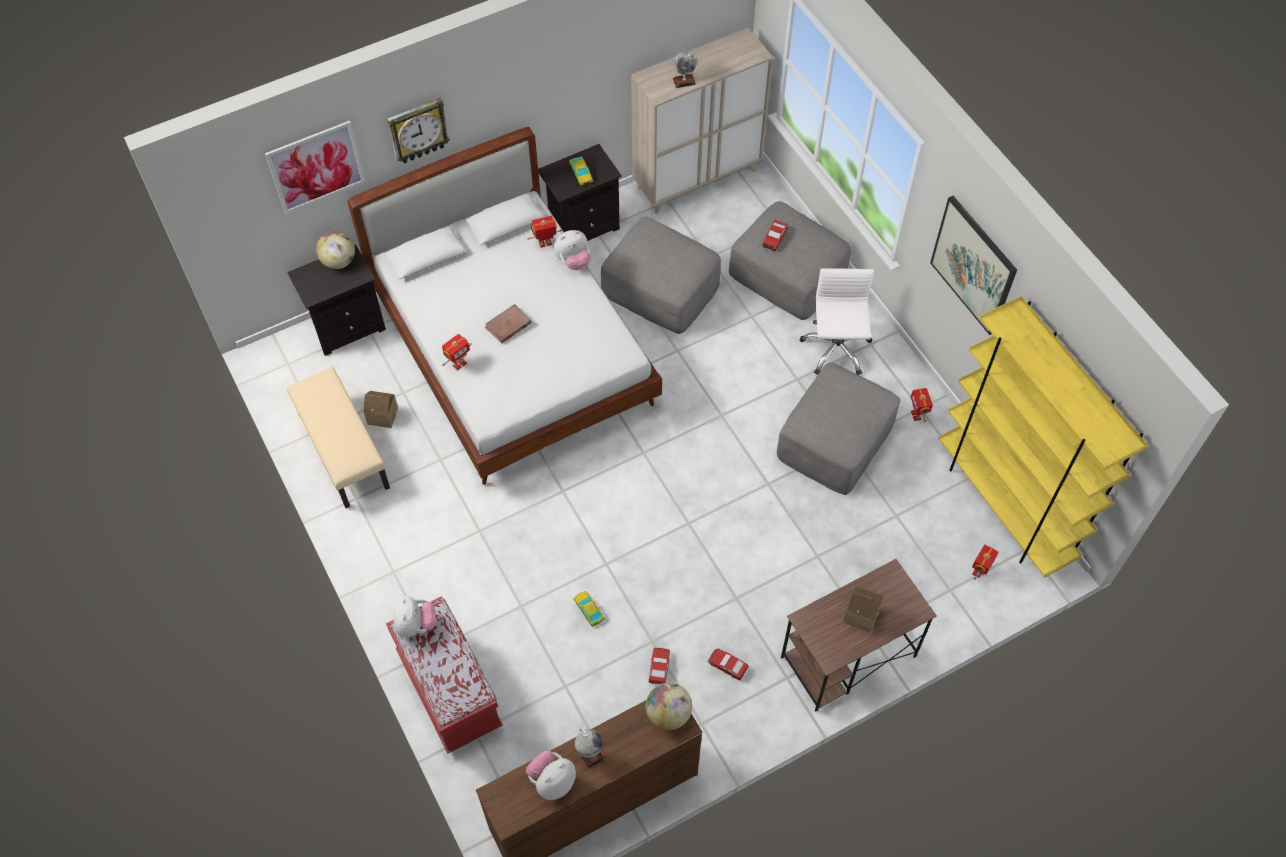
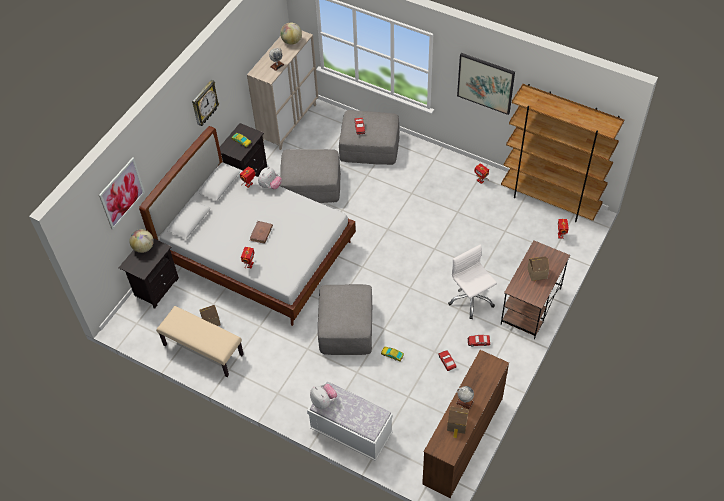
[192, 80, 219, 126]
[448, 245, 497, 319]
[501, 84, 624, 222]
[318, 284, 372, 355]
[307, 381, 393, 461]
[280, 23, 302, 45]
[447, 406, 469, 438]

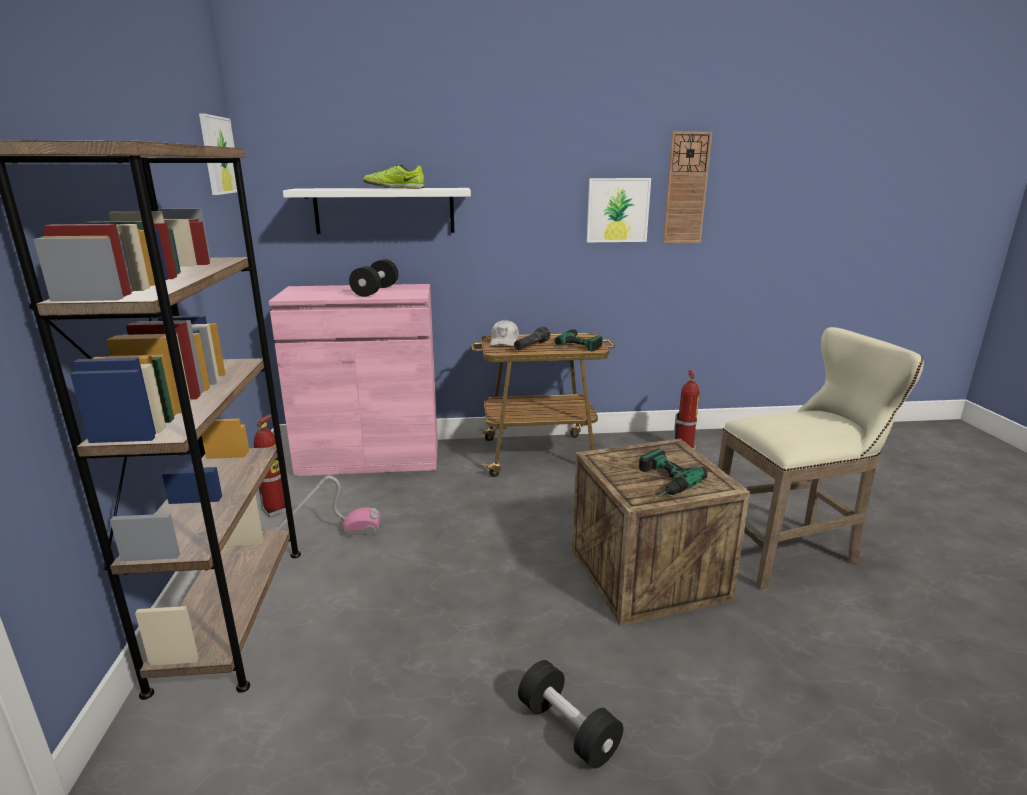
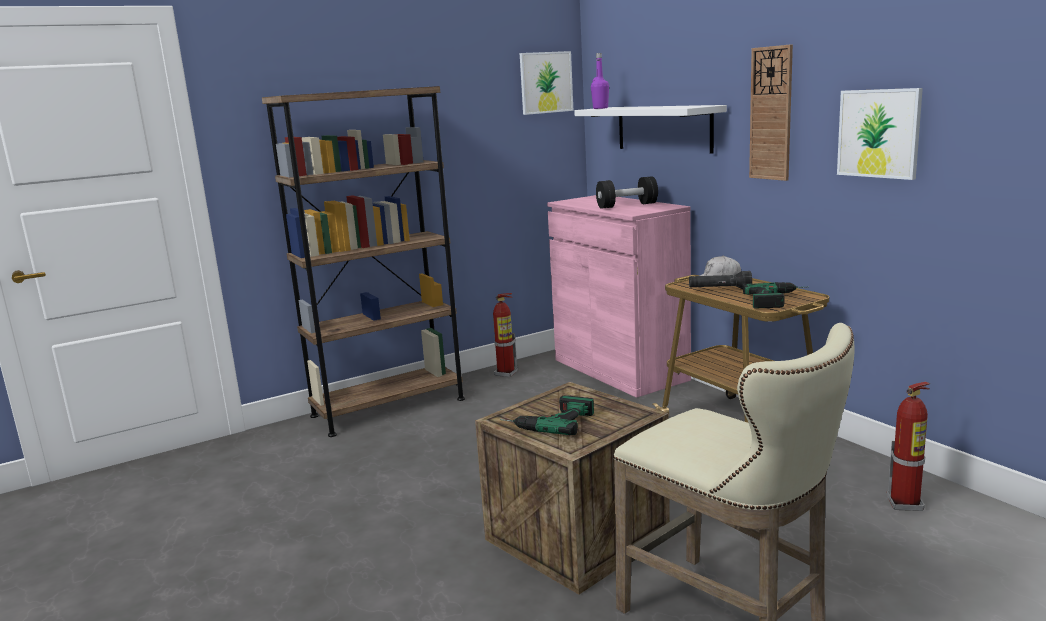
[749, 44, 793, 181]
[363, 164, 425, 189] (first image)
[271, 476, 381, 536] (first image)
[518, 660, 623, 769] (first image)
[591, 53, 609, 109]

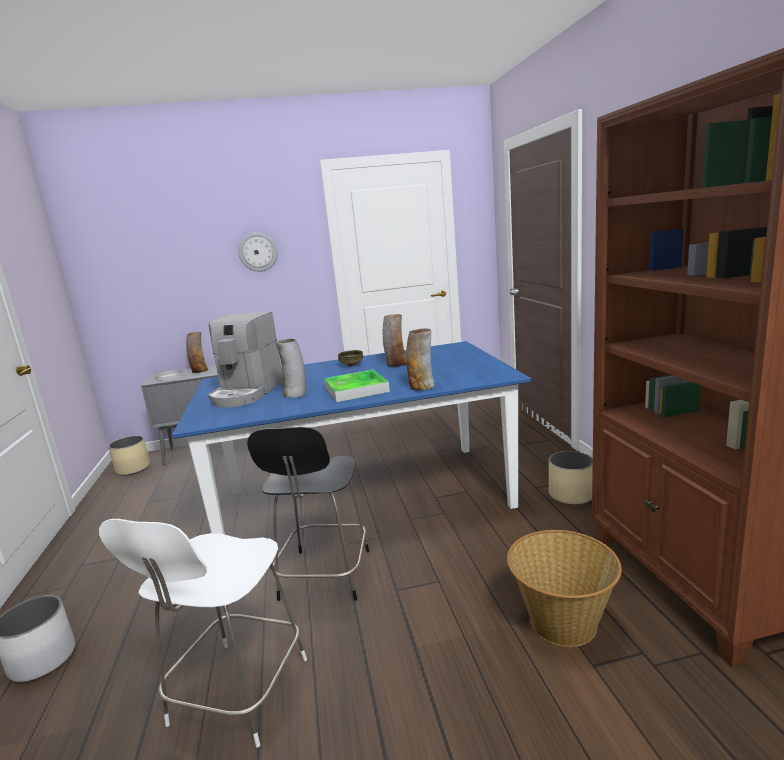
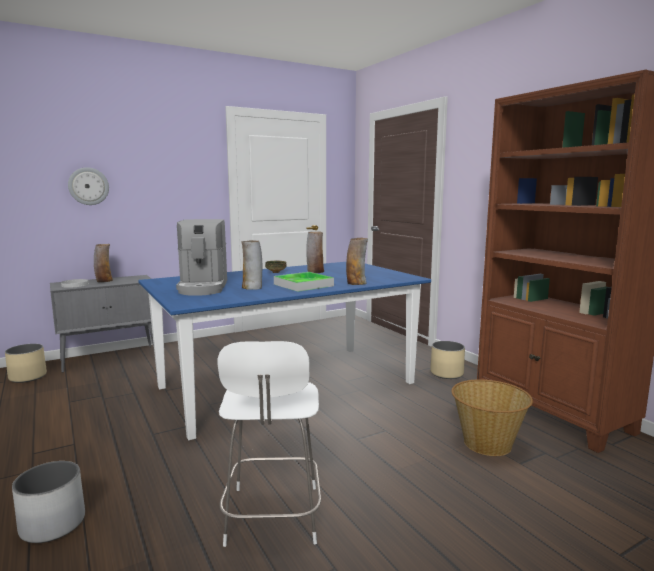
[68, 167, 109, 205]
[247, 427, 369, 601] (first image)

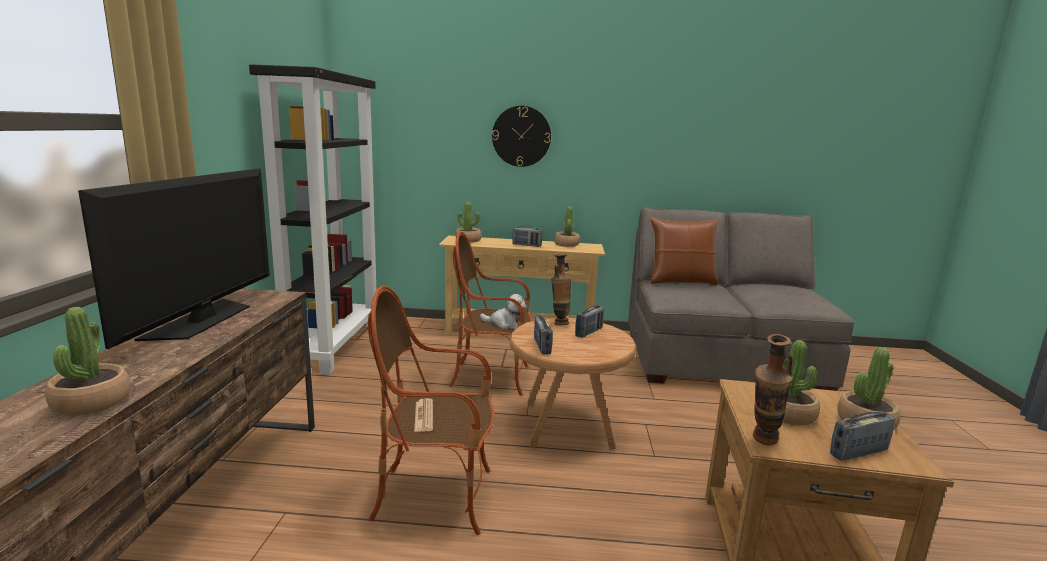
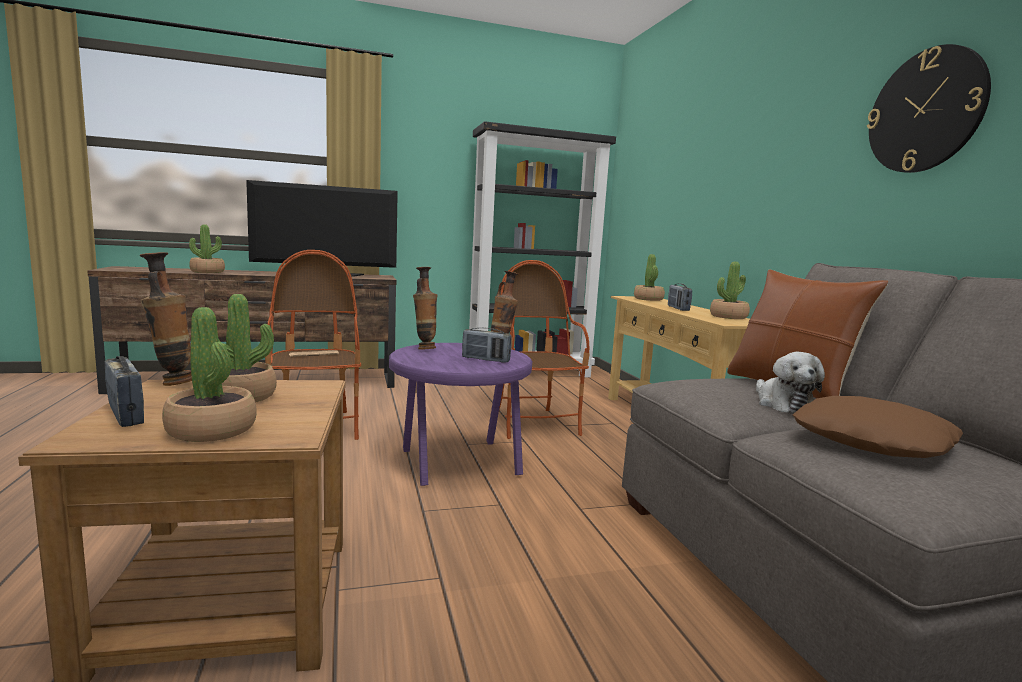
[867, 44, 991, 173]
[756, 352, 825, 414]
[413, 267, 437, 350]
[389, 343, 532, 486]
[793, 396, 963, 458]

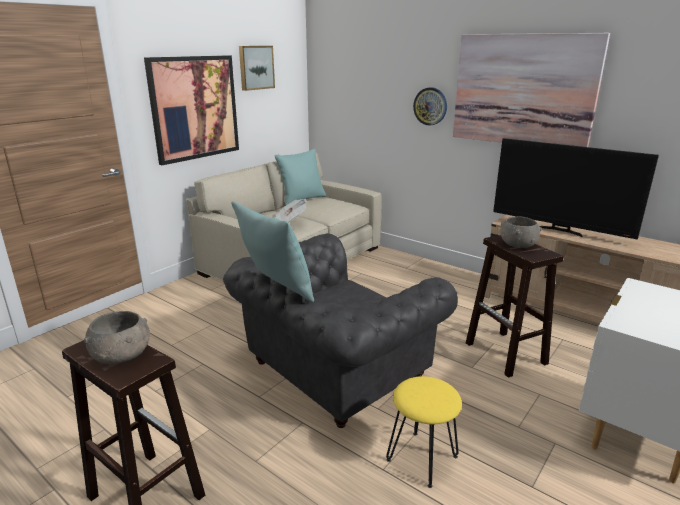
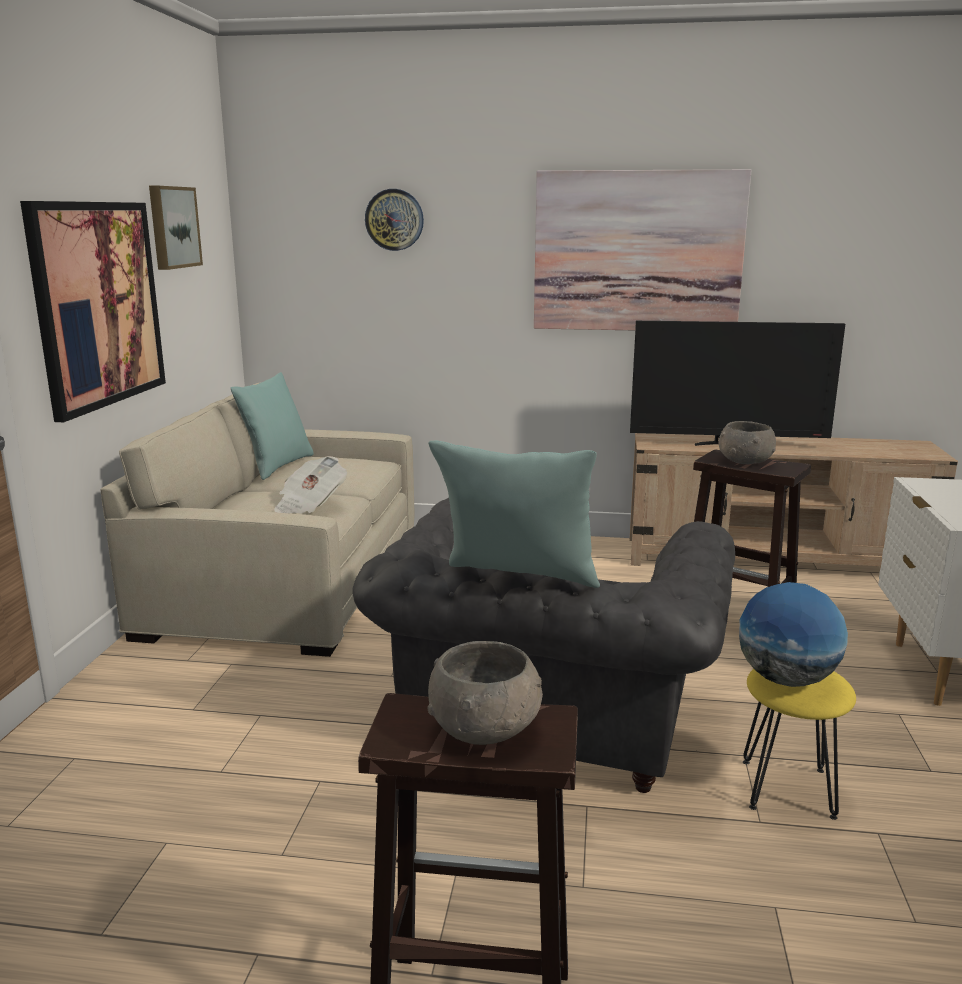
[365, 189, 424, 251]
[739, 582, 848, 687]

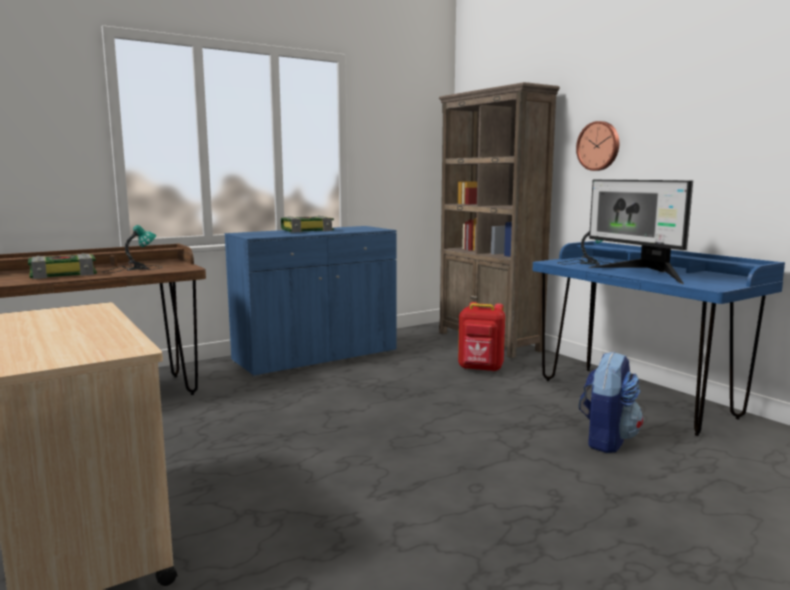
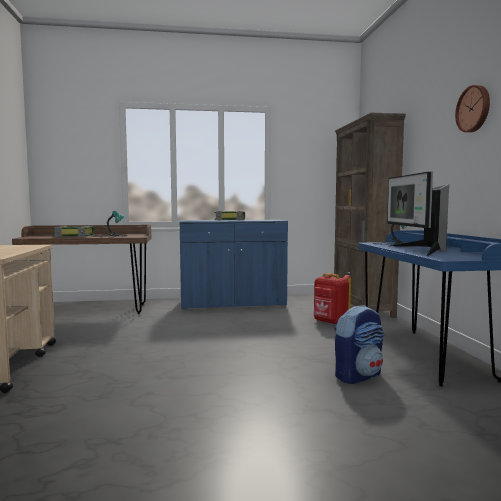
[455, 85, 490, 133]

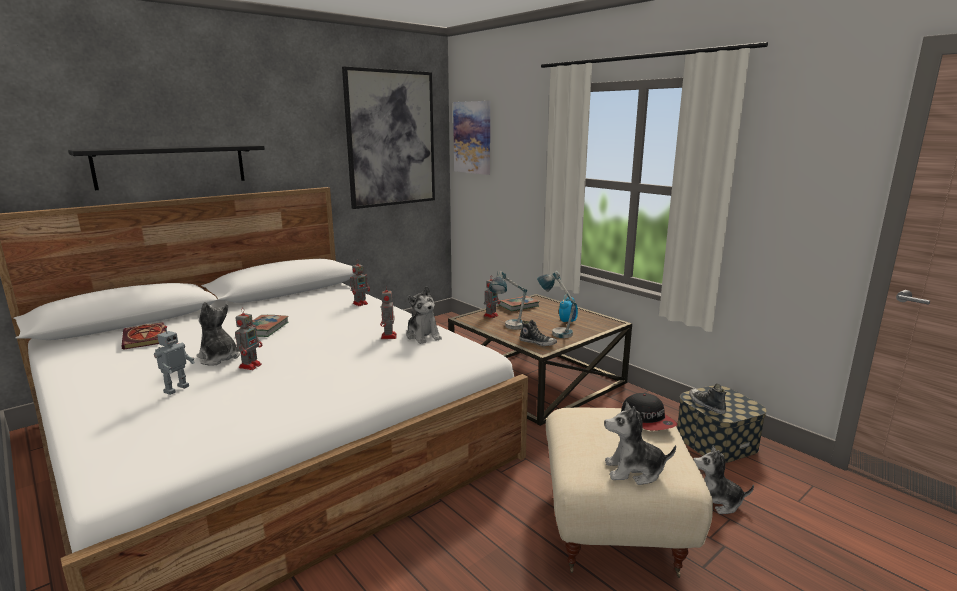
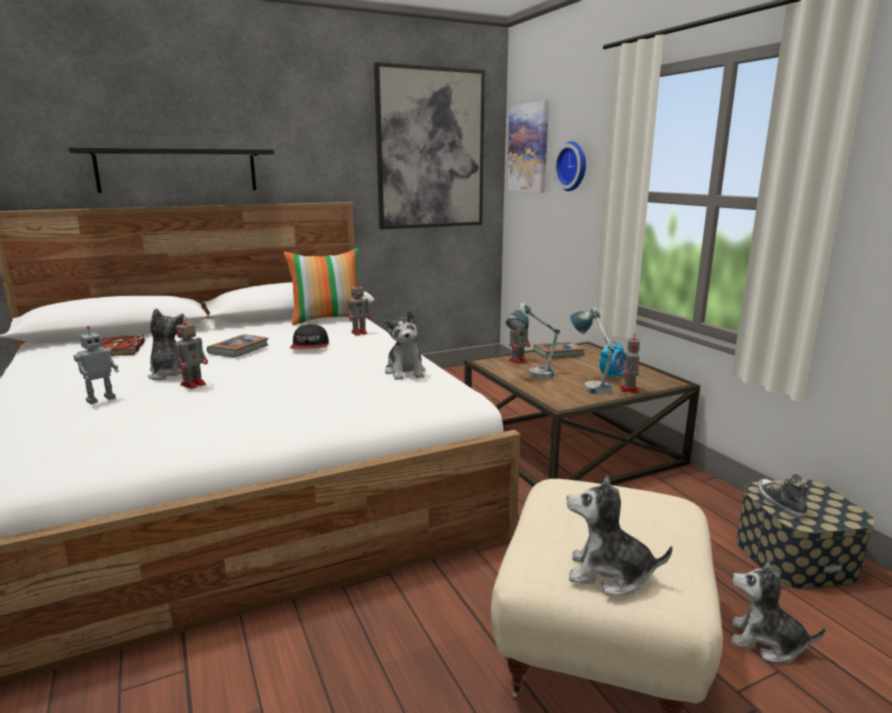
[620, 333, 640, 393]
[520, 320, 557, 347] (first image)
[290, 324, 329, 349]
[554, 141, 586, 191]
[284, 248, 366, 325]

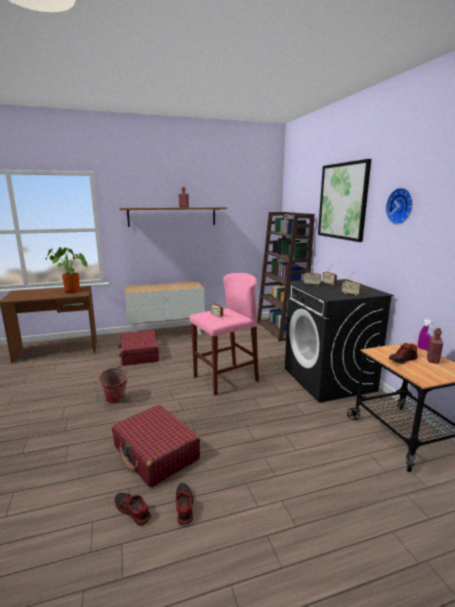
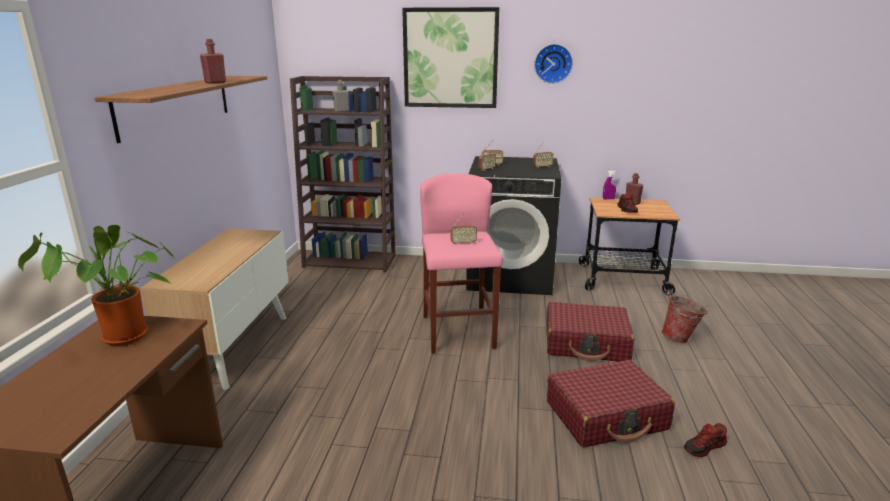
[547, 302, 635, 362]
[662, 295, 709, 343]
[176, 483, 193, 525] (first image)

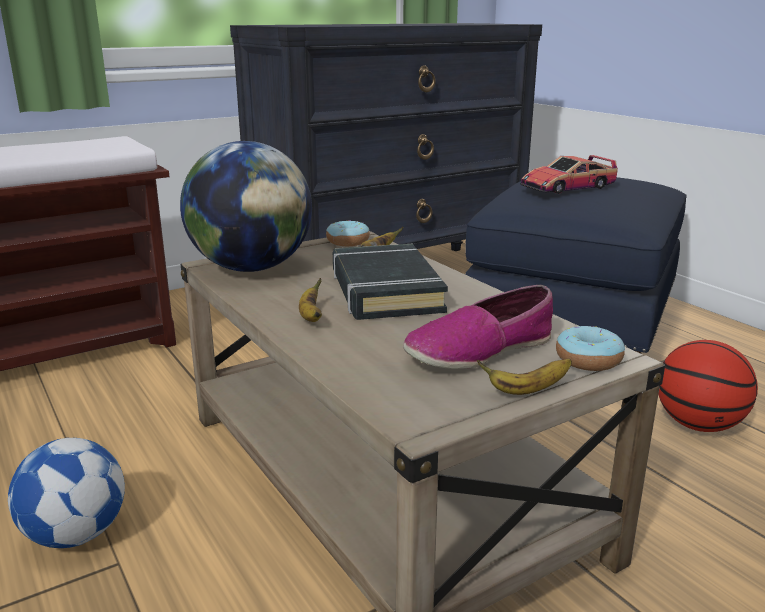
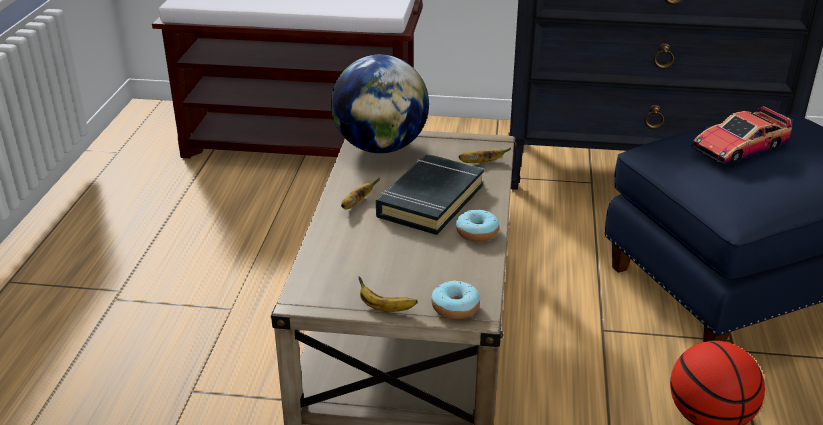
[691, 106, 792, 164]
[456, 209, 499, 242]
[403, 285, 553, 369] (first image)
[8, 438, 125, 548] (first image)

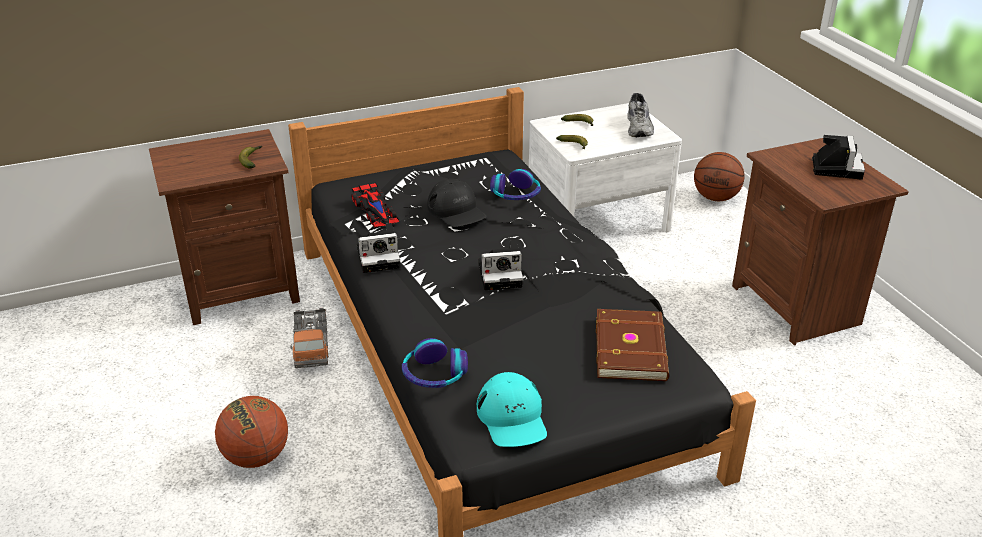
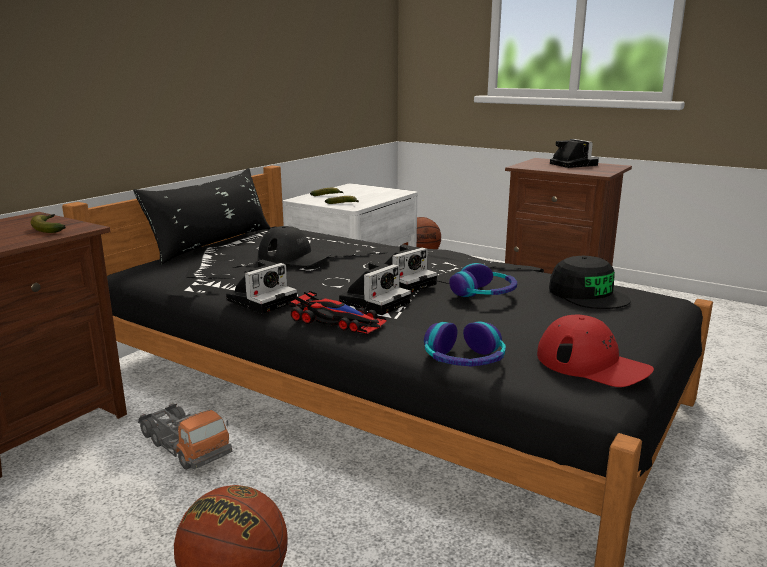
[627, 93, 654, 137] (first image)
[449, 263, 517, 297]
[288, 291, 386, 334]
[549, 255, 631, 309]
[537, 315, 654, 387]
[133, 168, 270, 265]
[339, 261, 411, 315]

